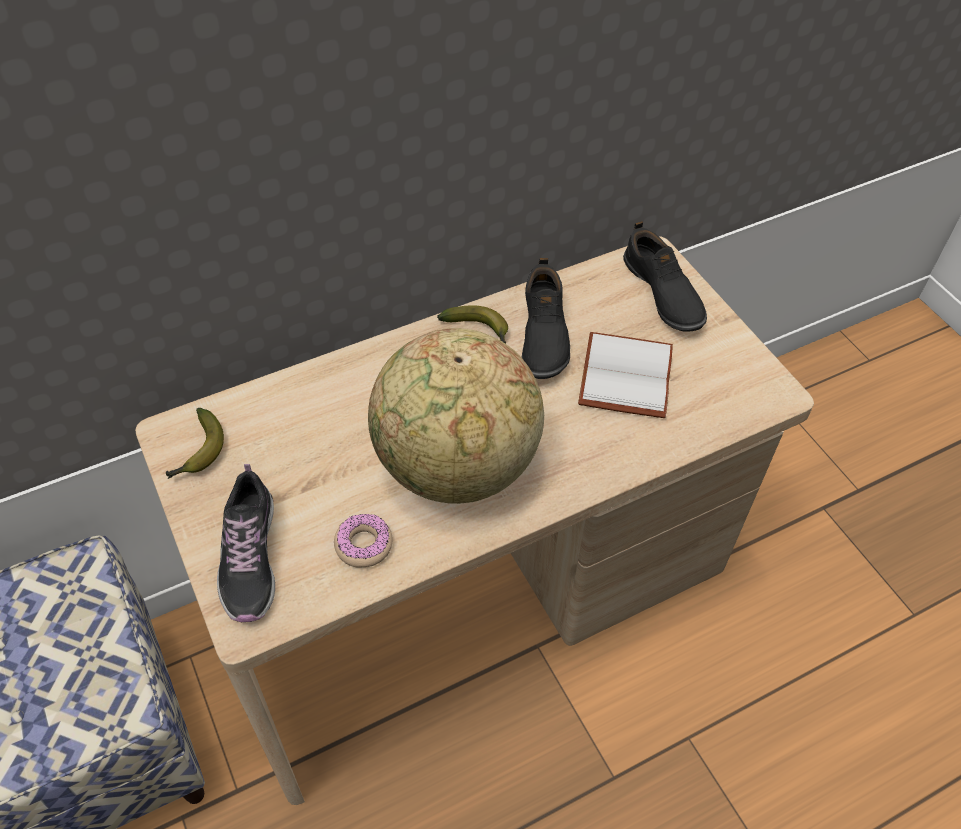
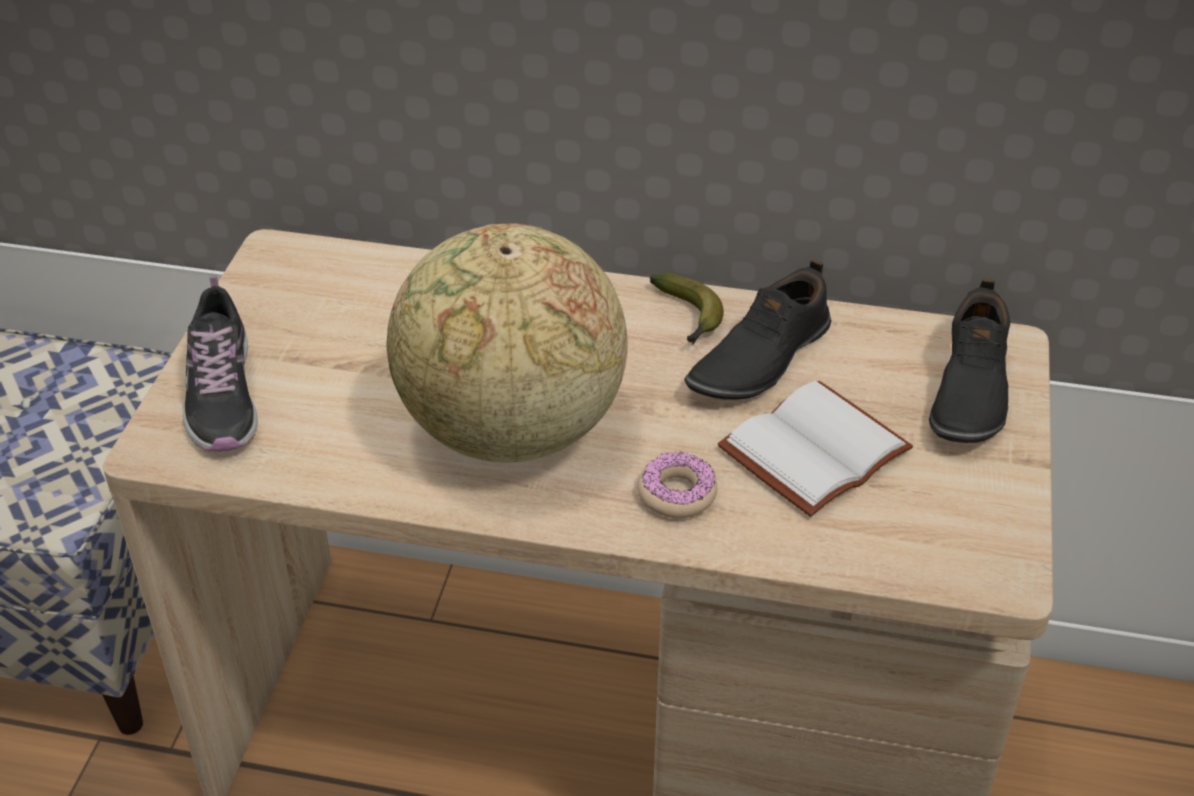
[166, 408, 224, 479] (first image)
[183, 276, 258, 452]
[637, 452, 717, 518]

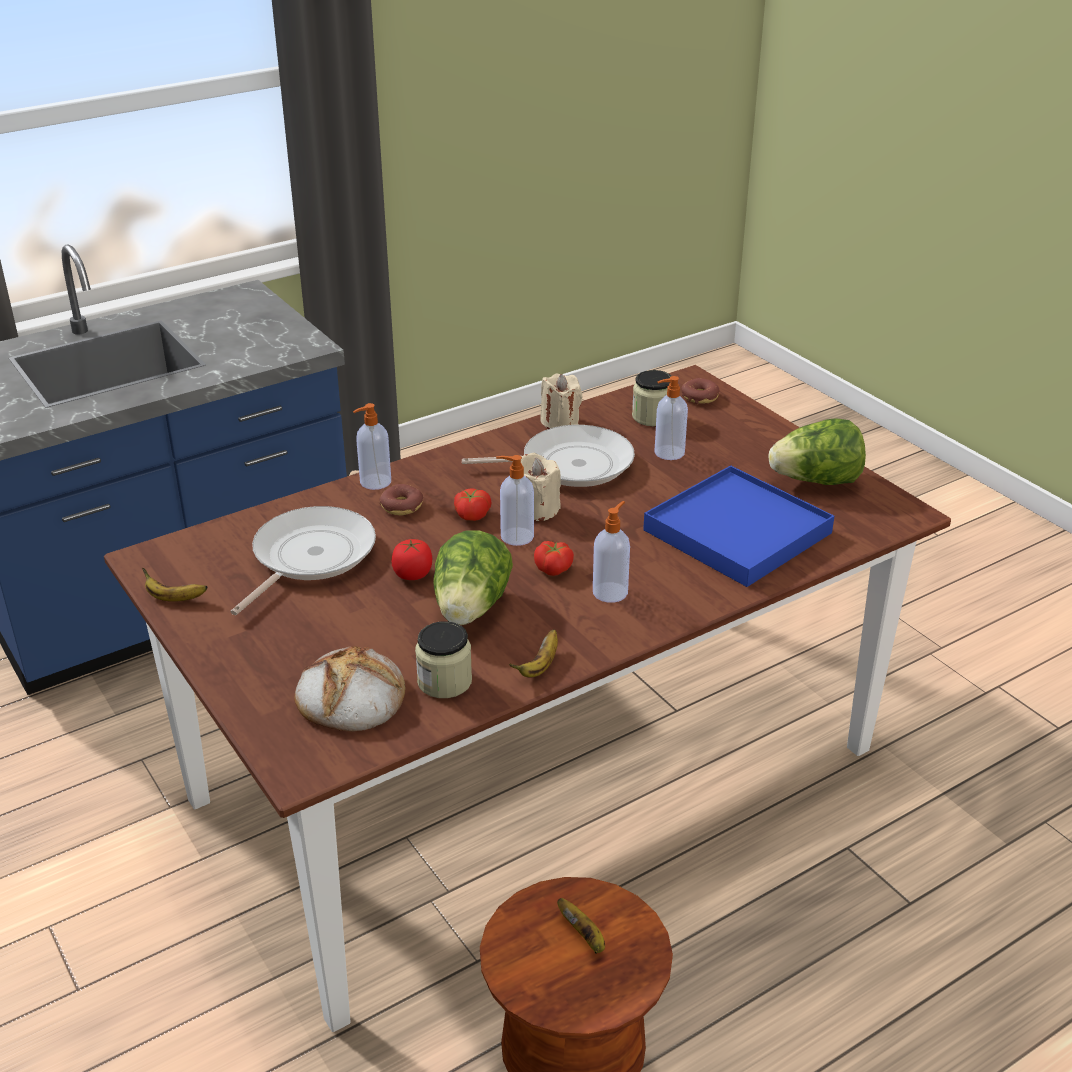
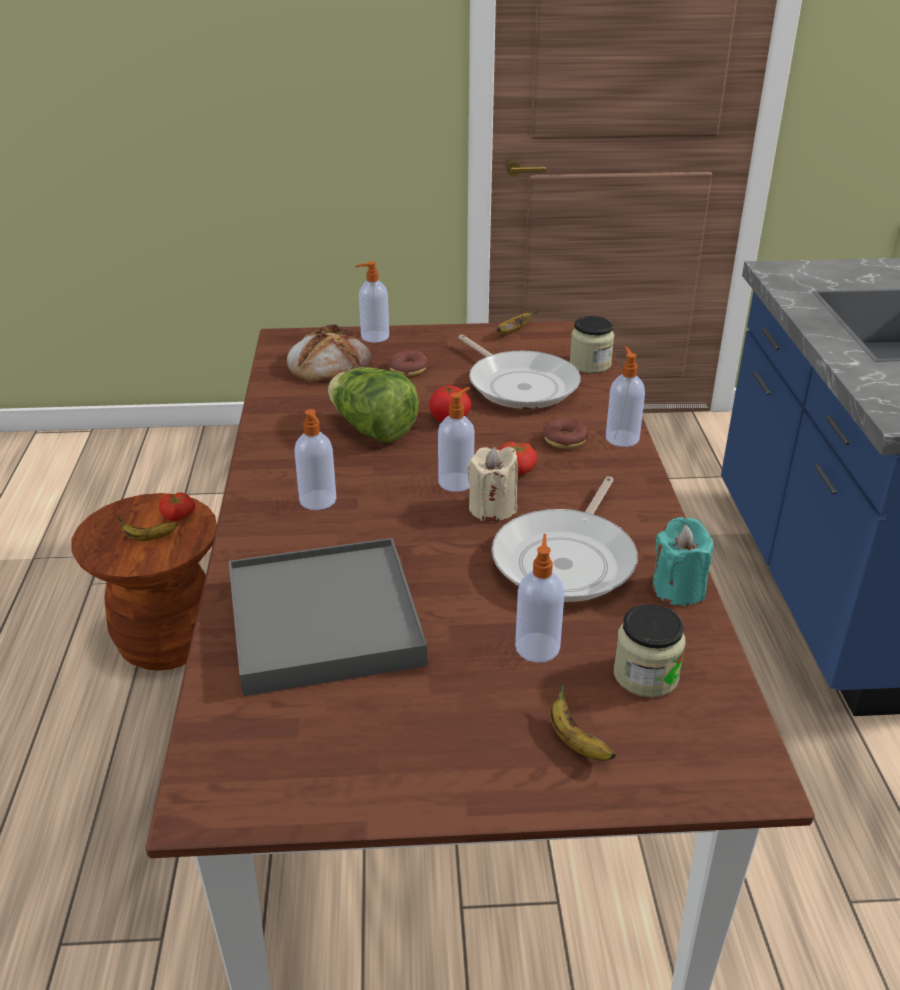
[652, 517, 713, 606]
[388, 350, 428, 377]
[769, 418, 866, 485] (first image)
[229, 538, 427, 696]
[159, 492, 195, 522]
[569, 316, 614, 373]
[550, 681, 616, 761]
[355, 261, 389, 343]

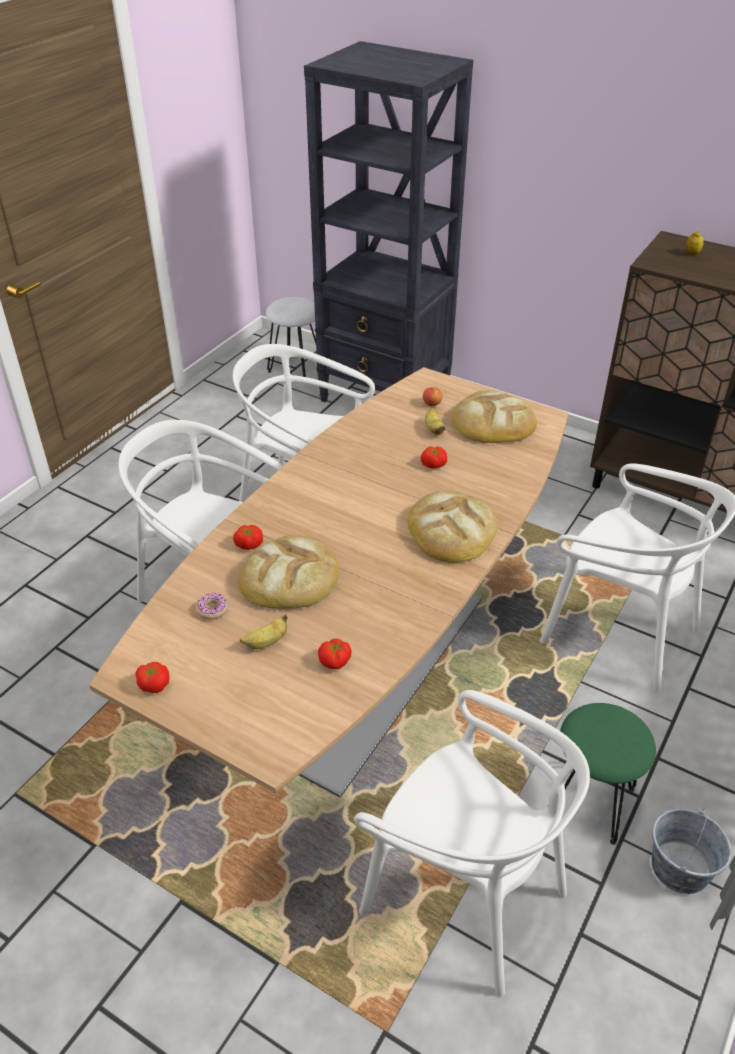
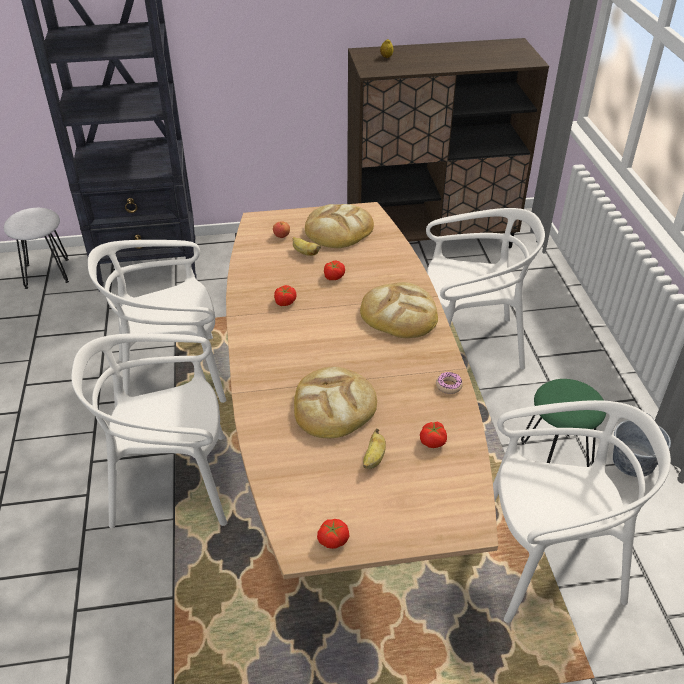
[274, 285, 297, 306]
[436, 372, 463, 394]

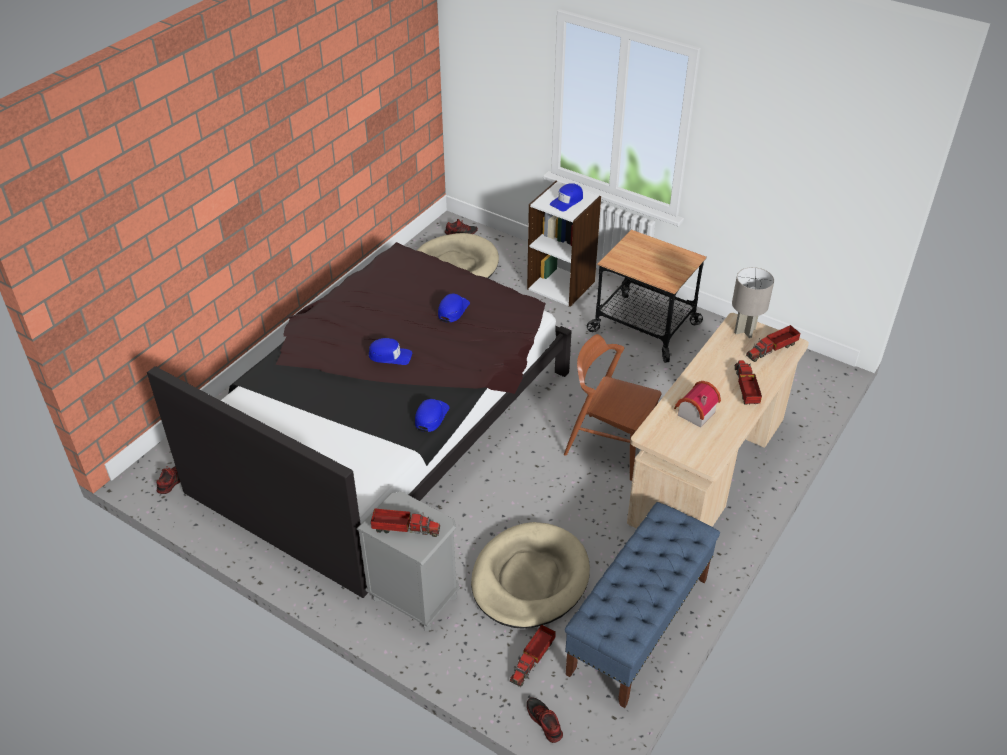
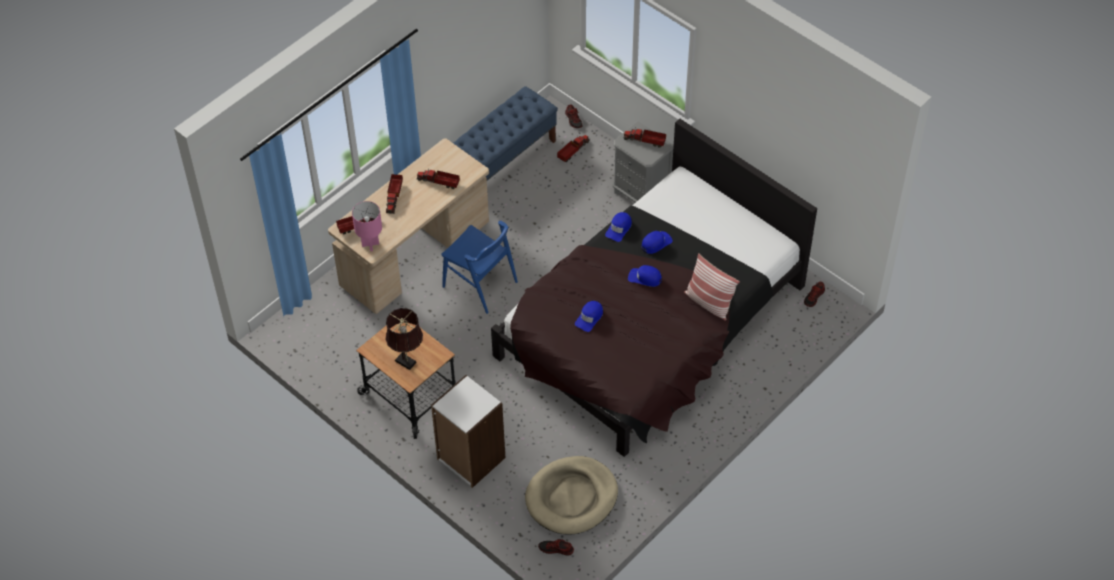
[642, 231, 673, 254]
[352, 201, 382, 251]
[441, 221, 518, 314]
[417, 168, 460, 189]
[471, 522, 590, 628] (first image)
[684, 253, 740, 321]
[385, 308, 423, 370]

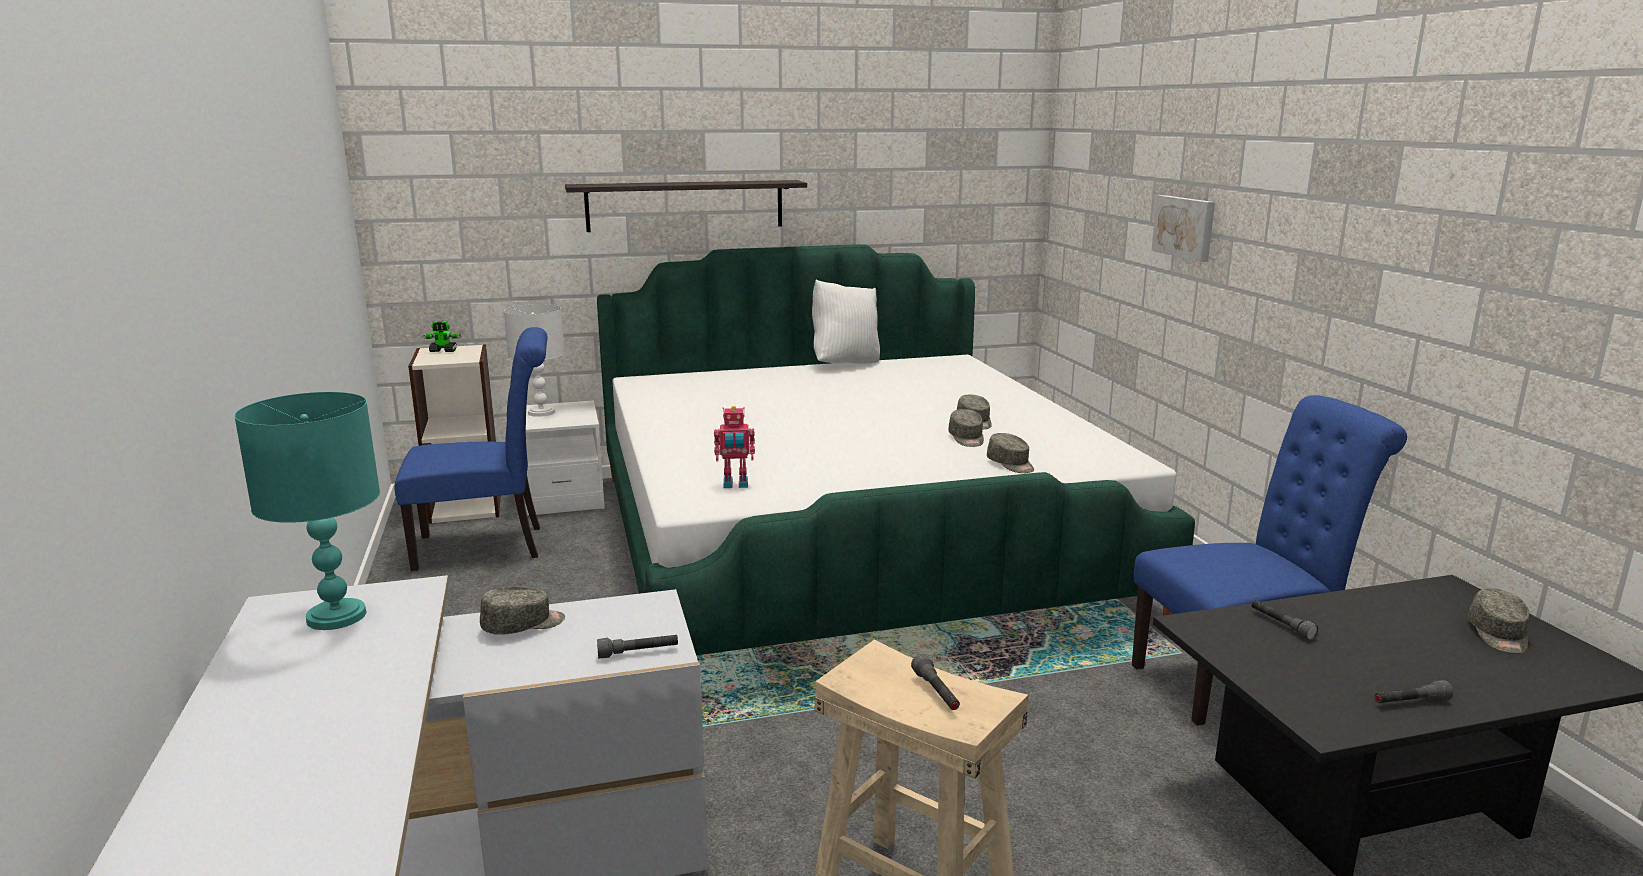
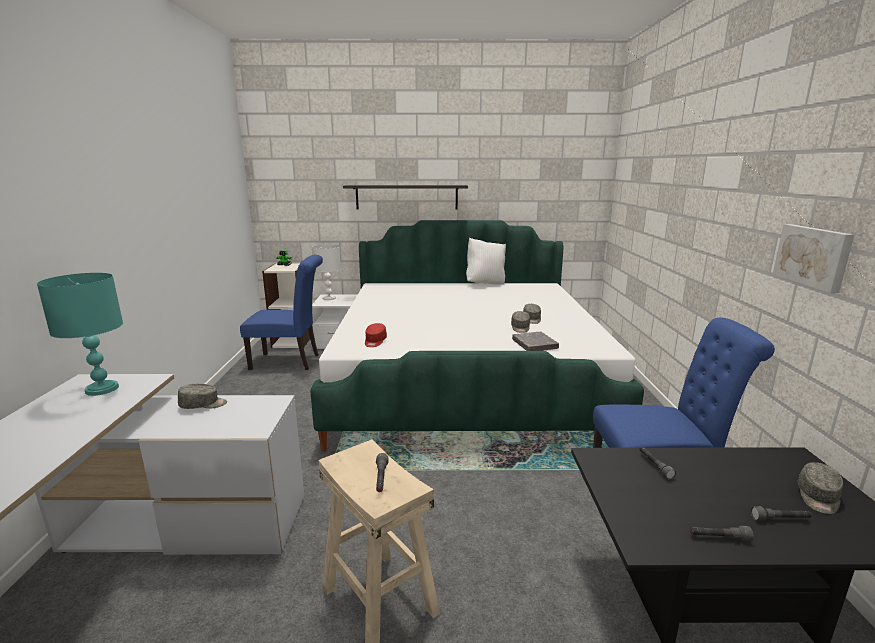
[773, 224, 854, 293]
[365, 323, 387, 347]
[512, 332, 559, 351]
[751, 506, 812, 521]

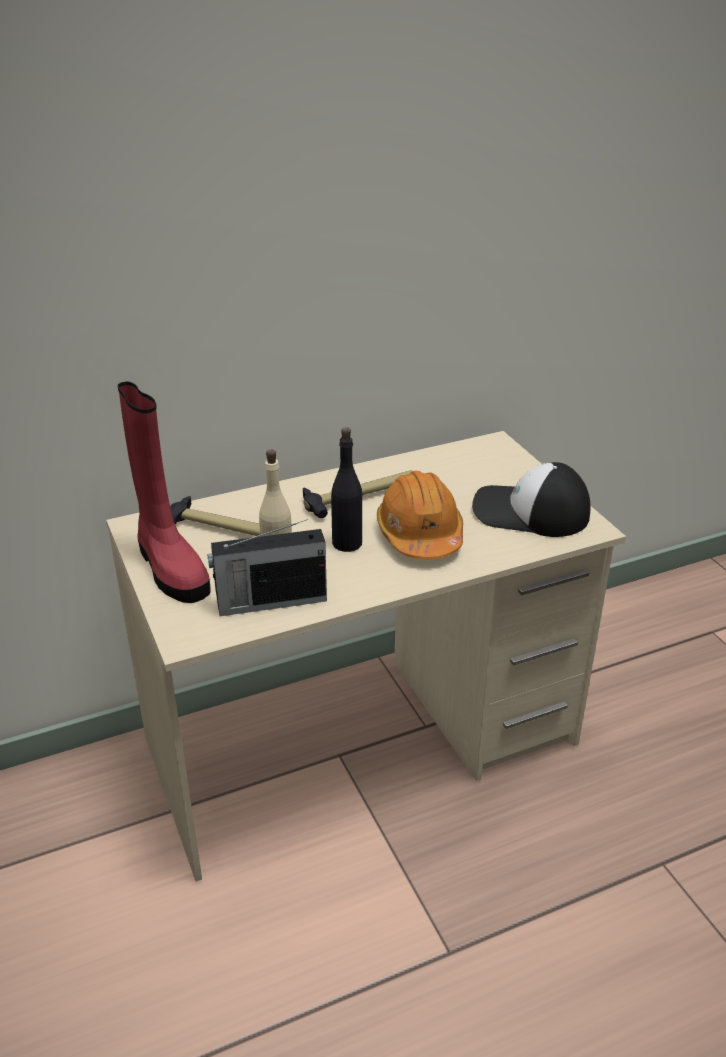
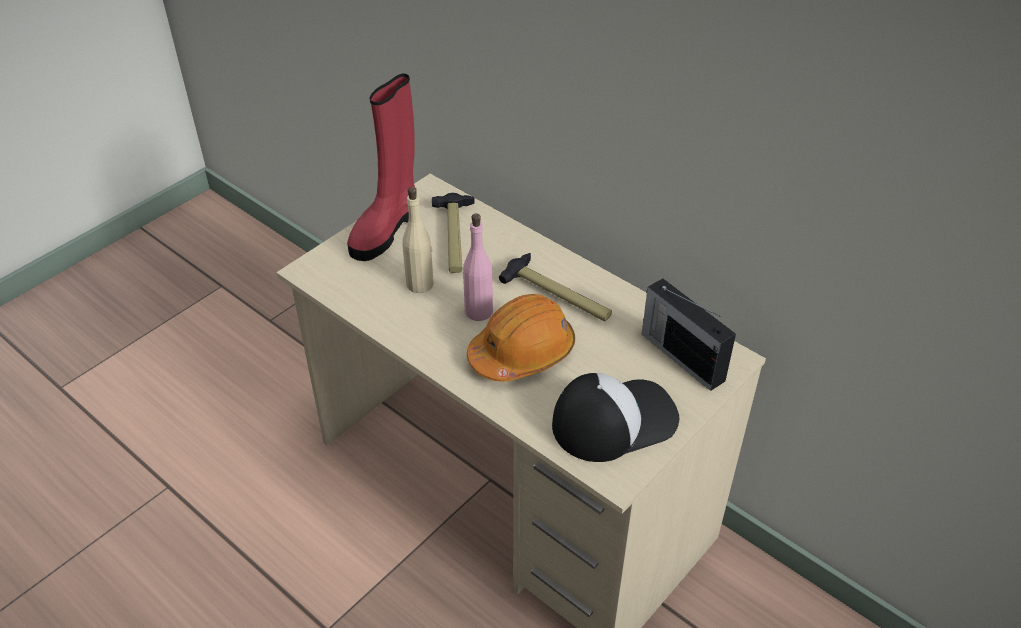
[463, 213, 493, 321]
[552, 373, 679, 462]
[642, 278, 736, 391]

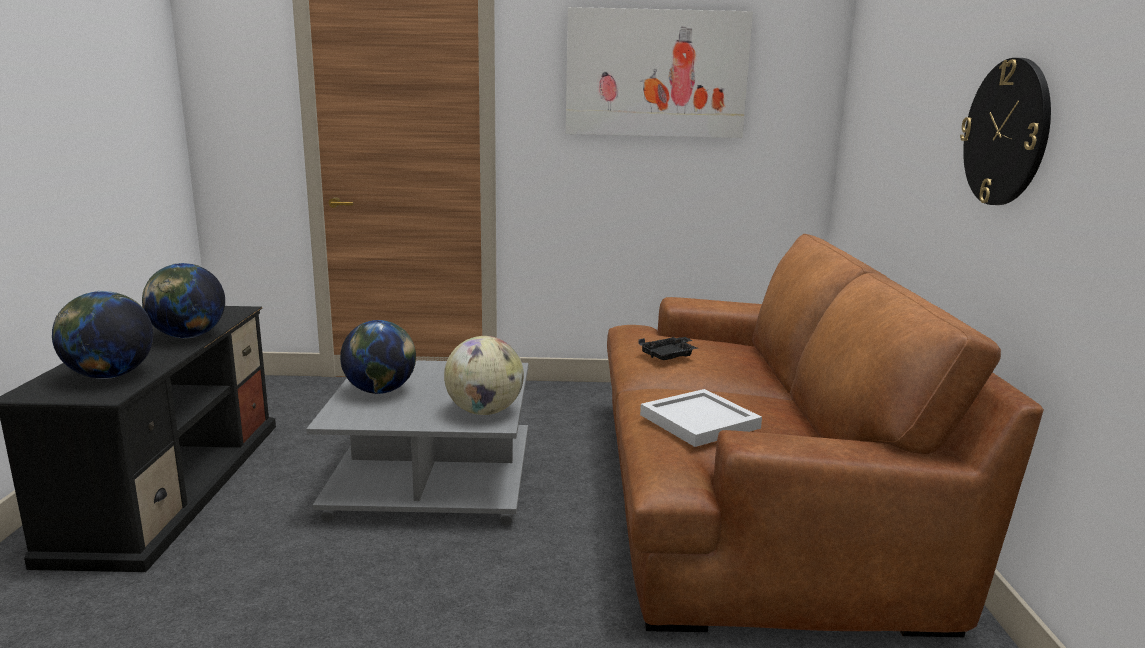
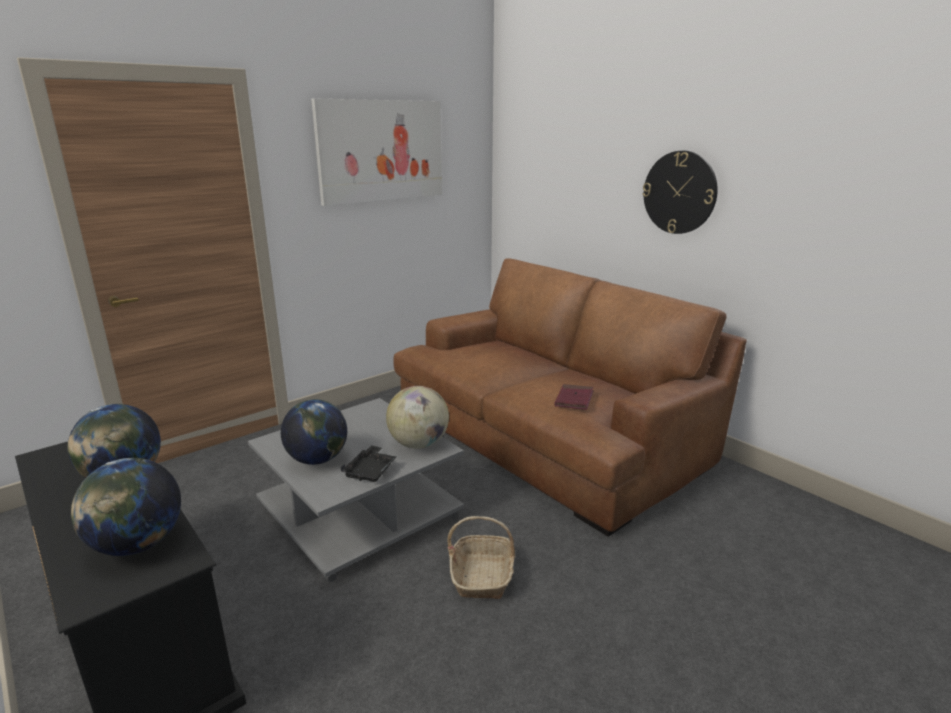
[340, 446, 396, 482]
[555, 384, 593, 410]
[447, 516, 515, 599]

